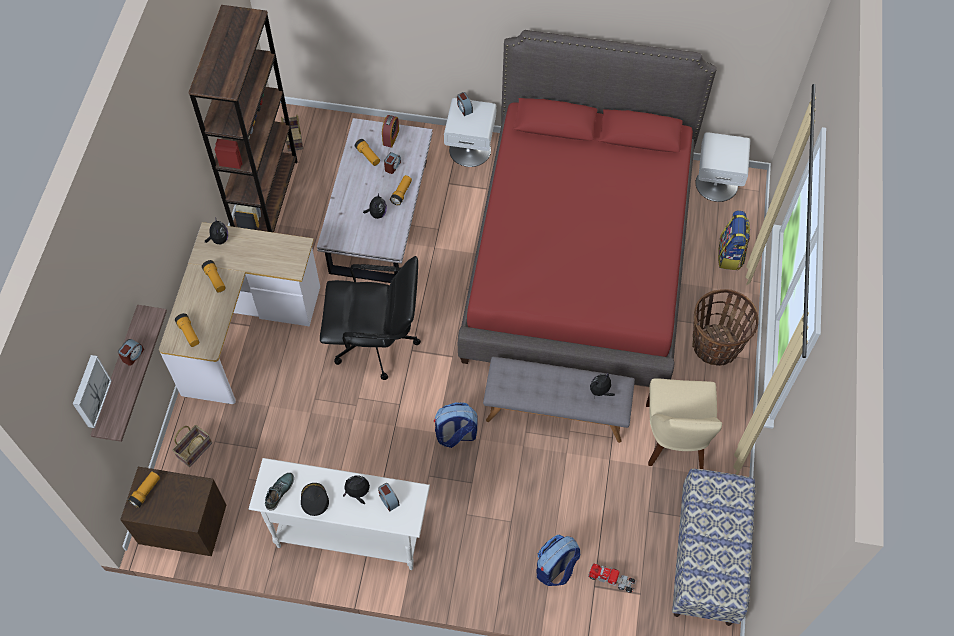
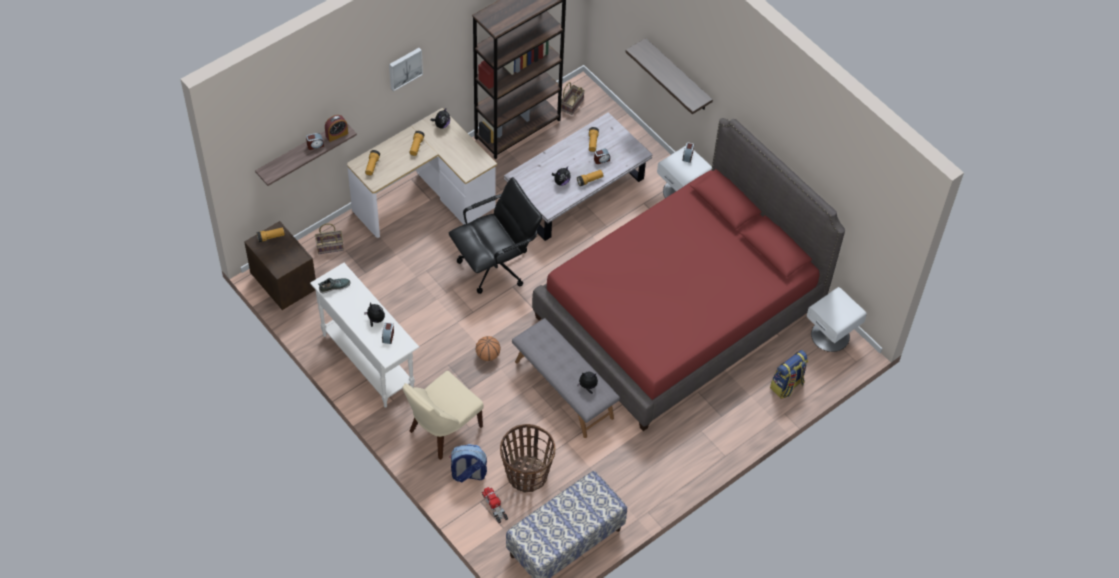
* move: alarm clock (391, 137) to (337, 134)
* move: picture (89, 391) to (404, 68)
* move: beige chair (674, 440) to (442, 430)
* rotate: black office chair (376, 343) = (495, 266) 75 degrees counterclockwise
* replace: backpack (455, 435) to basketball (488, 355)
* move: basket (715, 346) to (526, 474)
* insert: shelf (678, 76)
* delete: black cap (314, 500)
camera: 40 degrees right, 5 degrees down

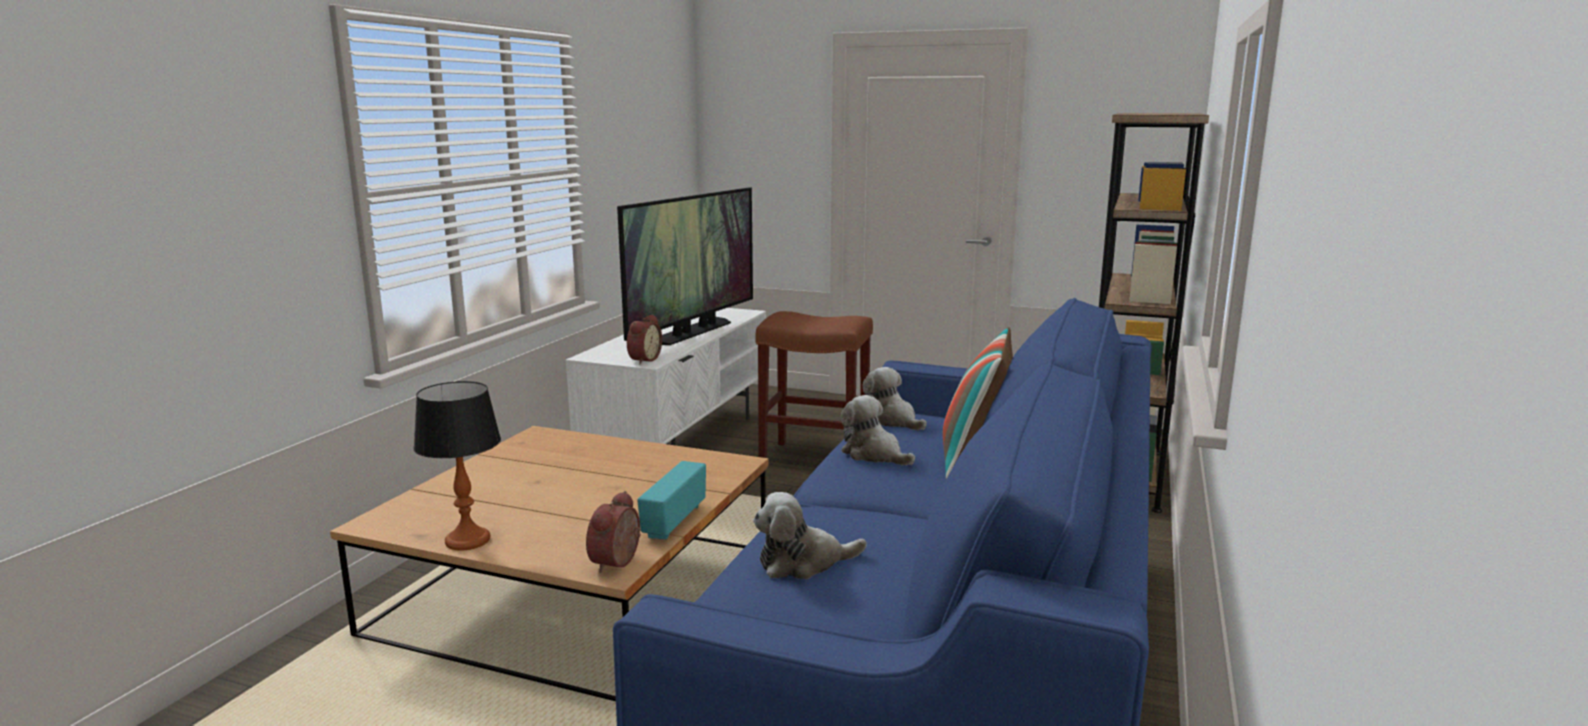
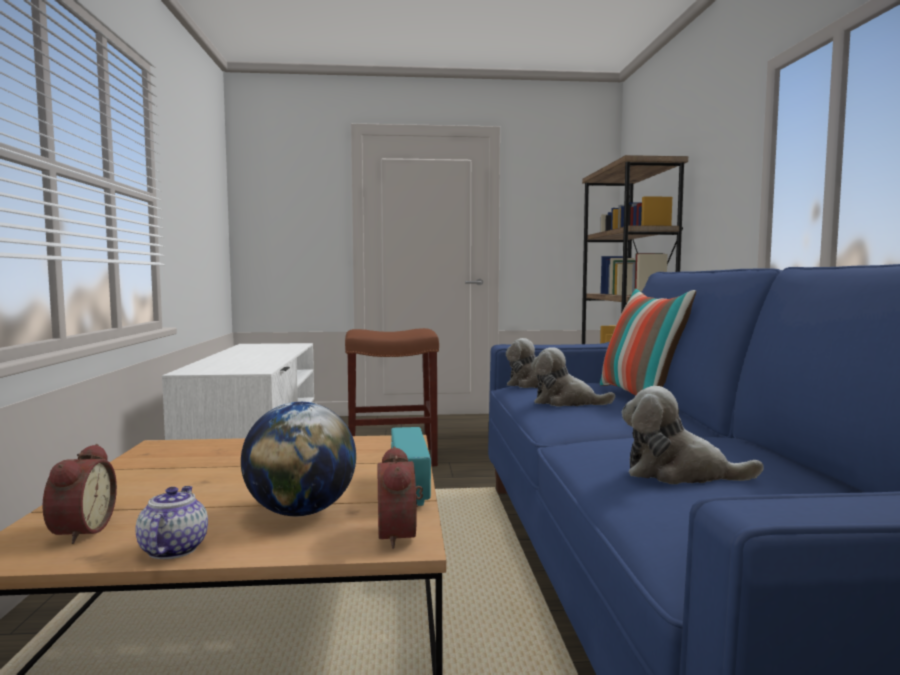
* move: alarm clock (643, 360) to (78, 531)
* replace: table lamp (468, 540) to teapot (173, 549)
* insert: globe (301, 512)
* rotate: plush toy (803, 563) = (678, 473) 60 degrees clockwise
* delete: television (692, 332)
camera: 25 degrees left, 10 degrees down

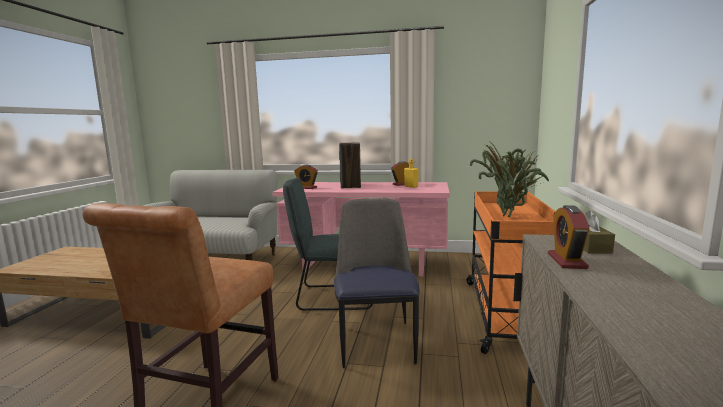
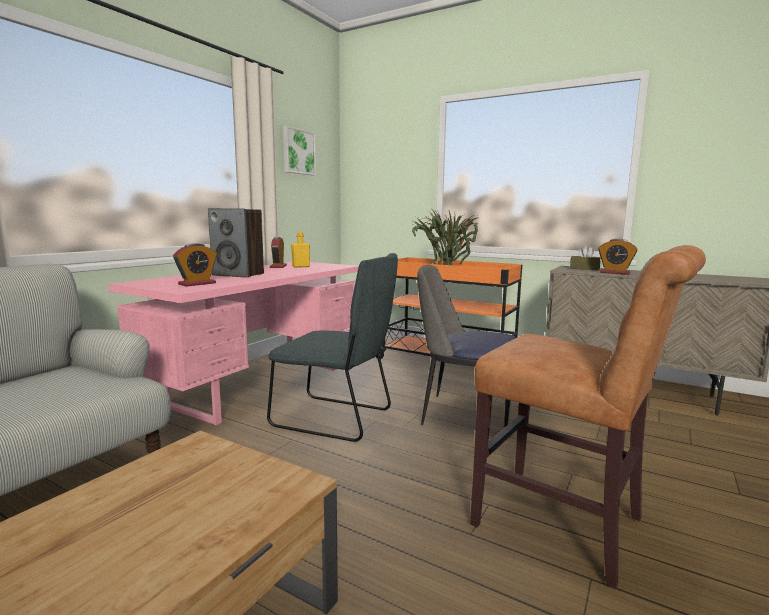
* rotate: grey chair (331, 297) = (337, 419) 90 degrees counterclockwise
* insert: picture (298, 152)
camera: 70 degrees left, 0 degrees up

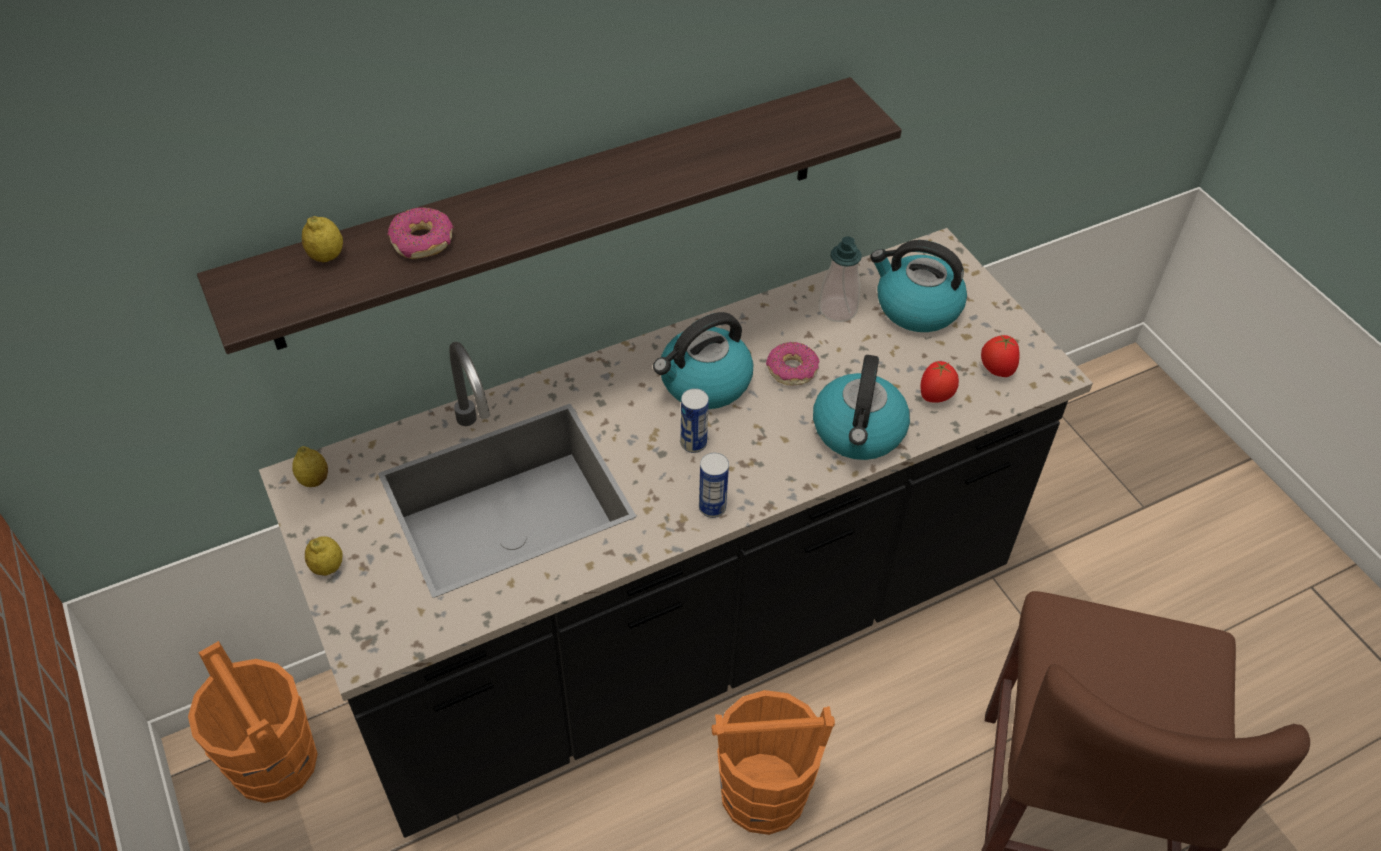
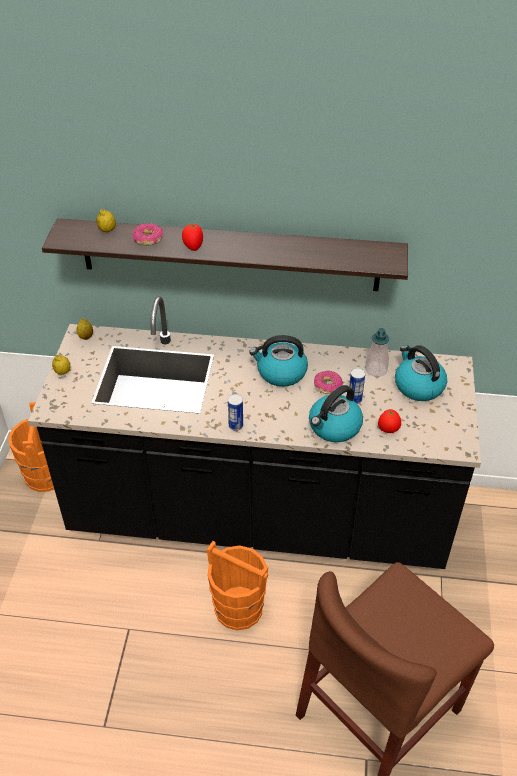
* move: tomato (996, 370) to (193, 247)
* move: can (693, 443) to (354, 399)
camera: 35 degrees right, 5 degrees down

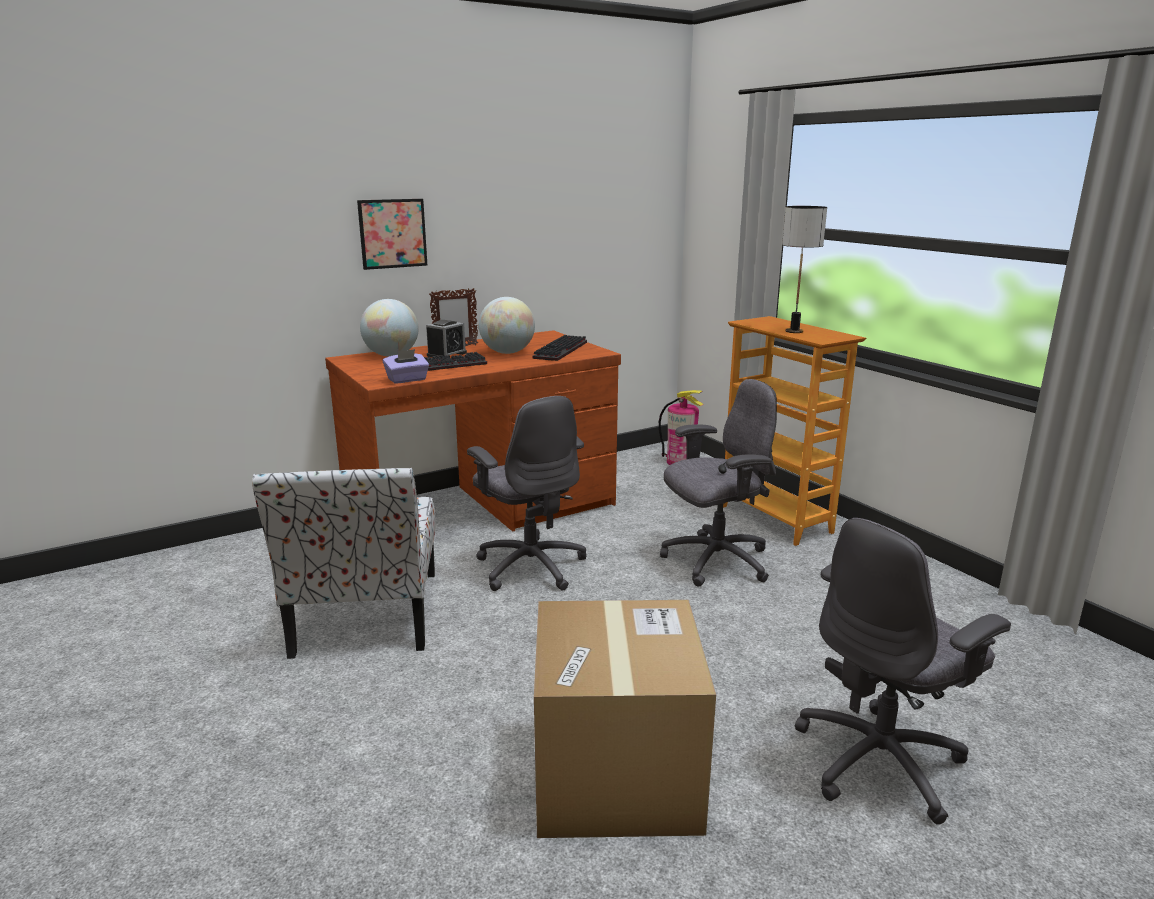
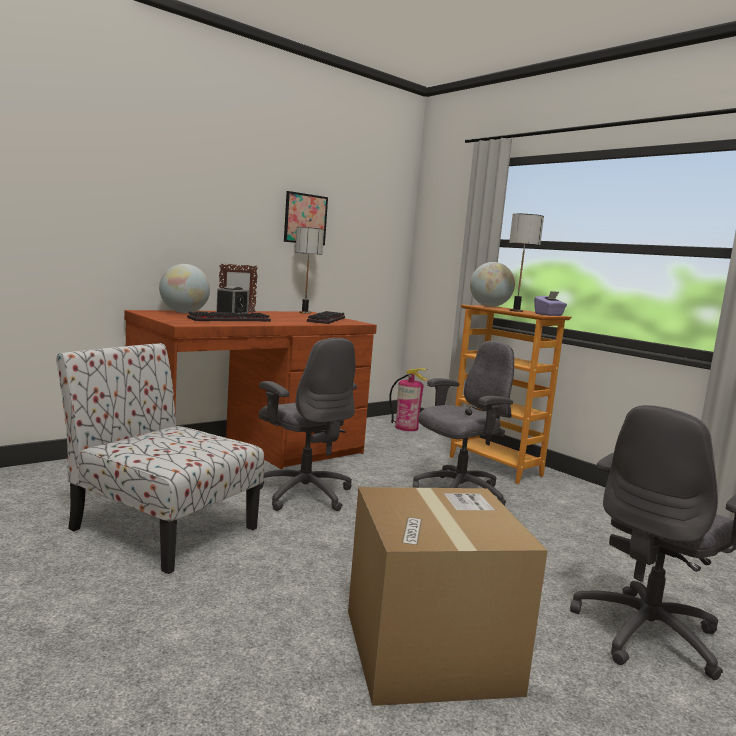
* rotate: chair (366, 615) = (161, 527) 135 degrees clockwise
* move: picture (392, 233) to (305, 219)
* insert: table lamp (305, 312)
* move: globe (507, 352) to (489, 306)
* move: purple tissue box (407, 380) to (549, 315)
camera: 10 degrees left, 10 degrees down

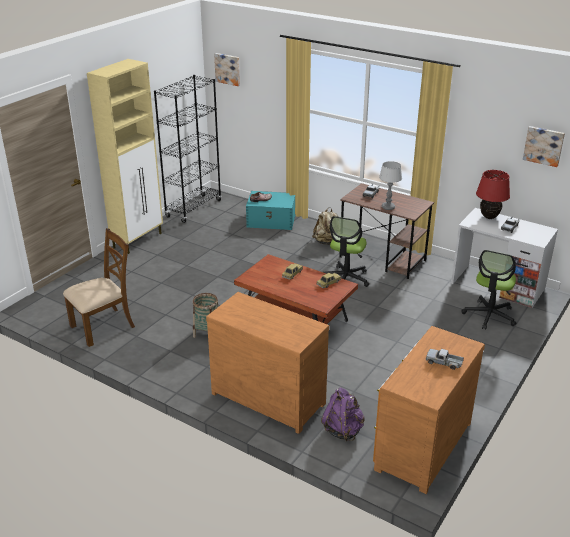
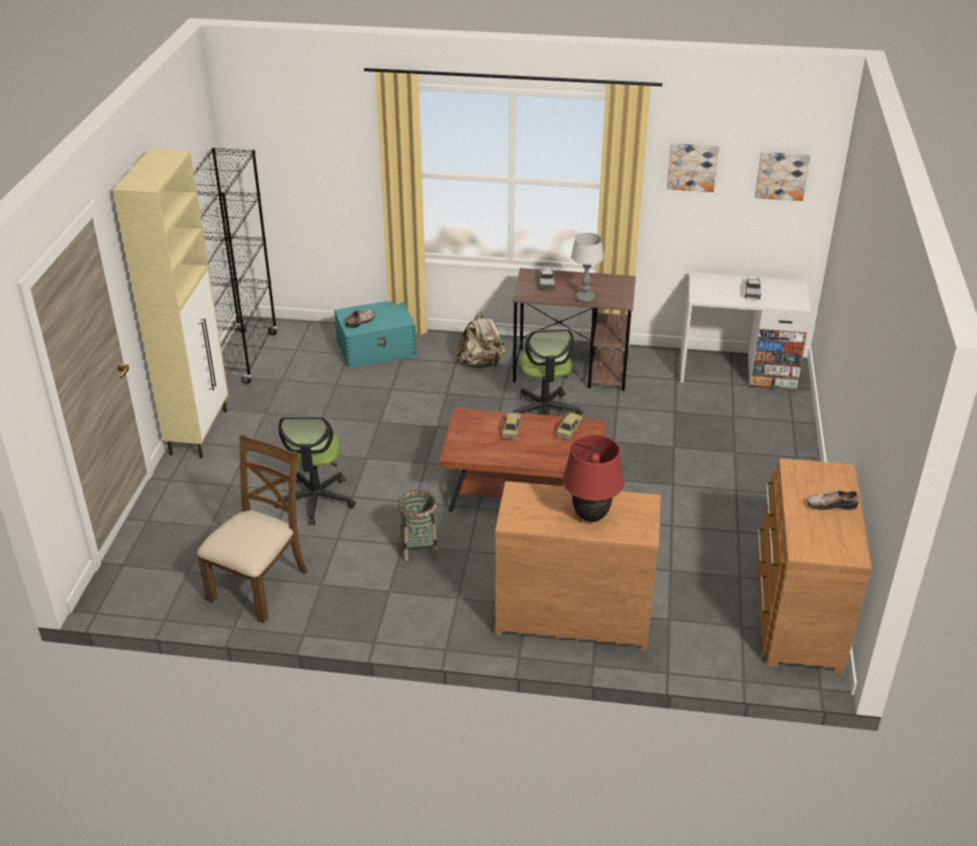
* move: office chair (489, 315) to (316, 500)
* move: red table lamp (489, 217) to (591, 517)
* move: picture (228, 69) to (692, 166)
* replace: toy truck (444, 362) to shoe (831, 504)
* delete: purple backpack (343, 430)
camera: 25 degrees left, 5 degrees up

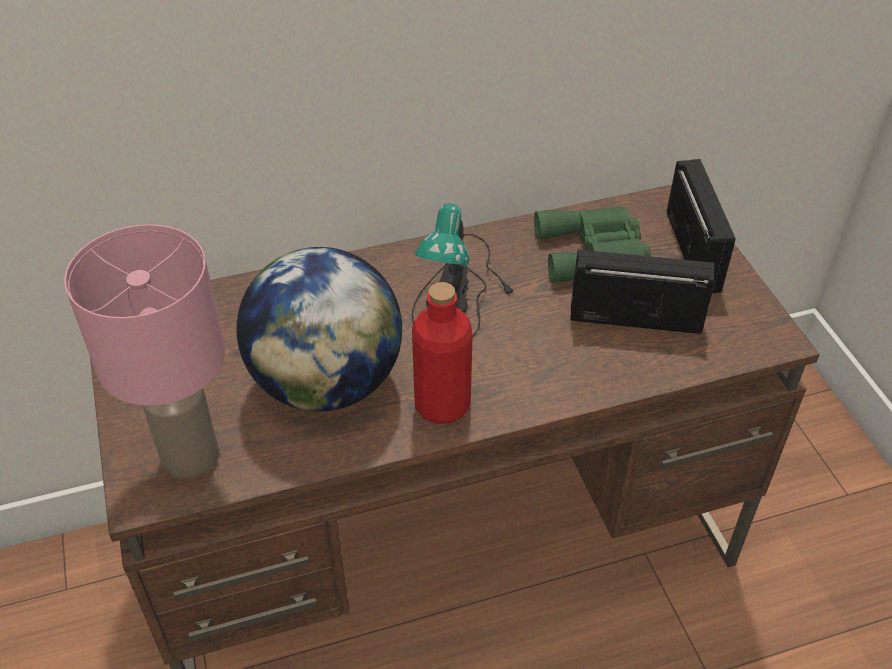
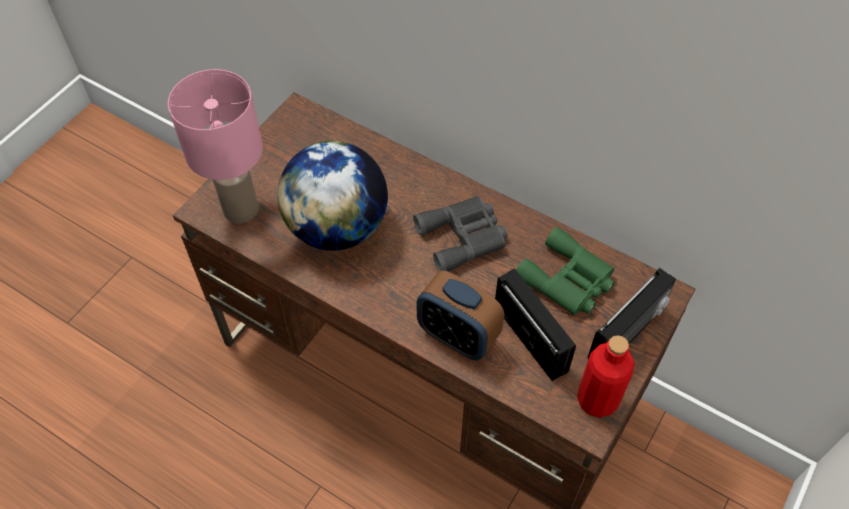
* replace: table lamp (460, 290) to grey binoculars (464, 237)
* insert: alarm clock (457, 336)
* move: red bottle (442, 405) to (597, 399)
camera: 50 degrees right, 10 degrees up

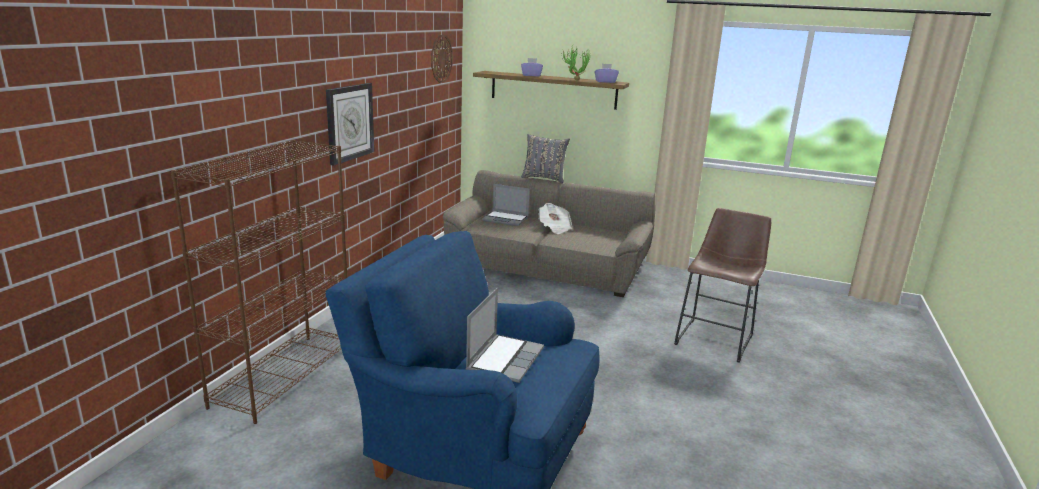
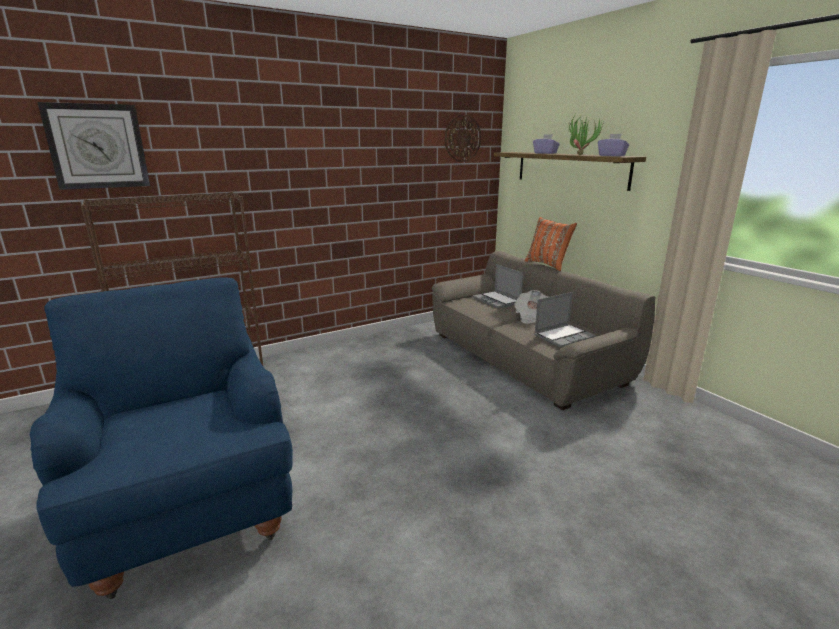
* move: wall clock (349, 122) to (97, 146)
* recolor: grey pillow (544, 178) to orange pillow (548, 265)
* move: laptop (504, 359) to (564, 336)
* delete: brown stool (716, 338)
camera: 40 degrees right, 0 degrees up

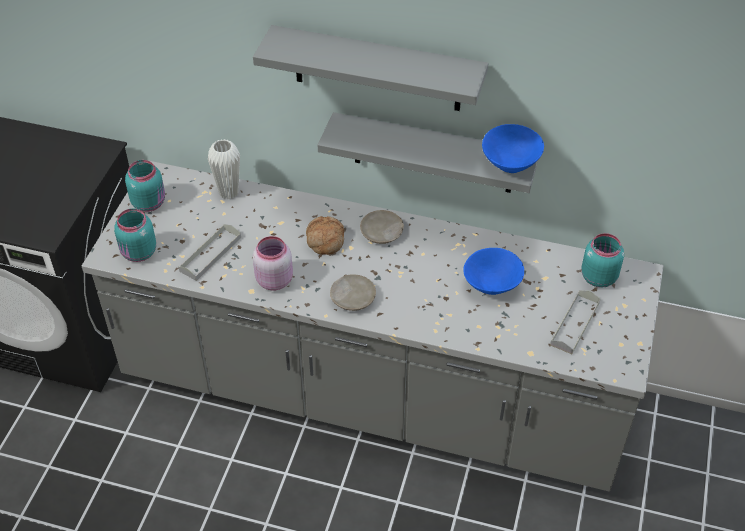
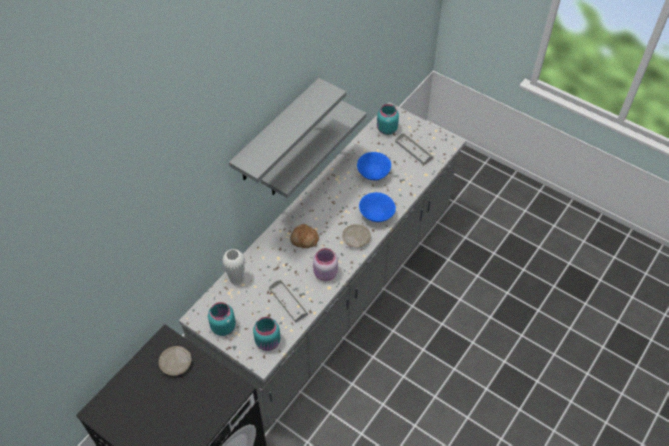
* move: beige plate (381, 233) to (176, 363)
* move: blue bowl (510, 165) to (376, 215)
camera: 70 degrees left, 5 degrees up

